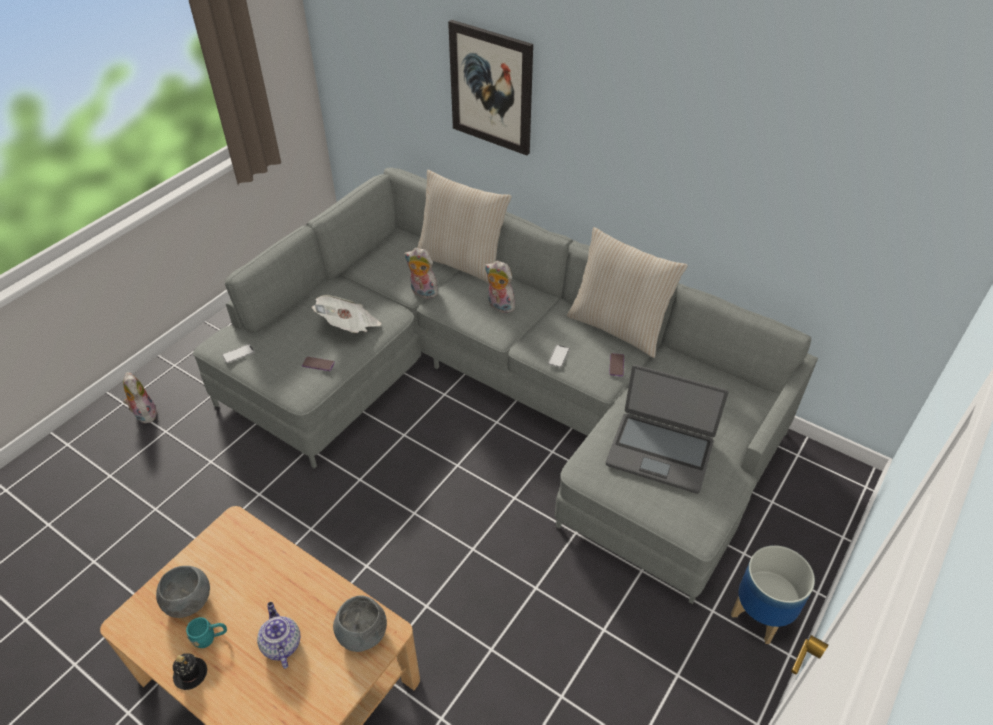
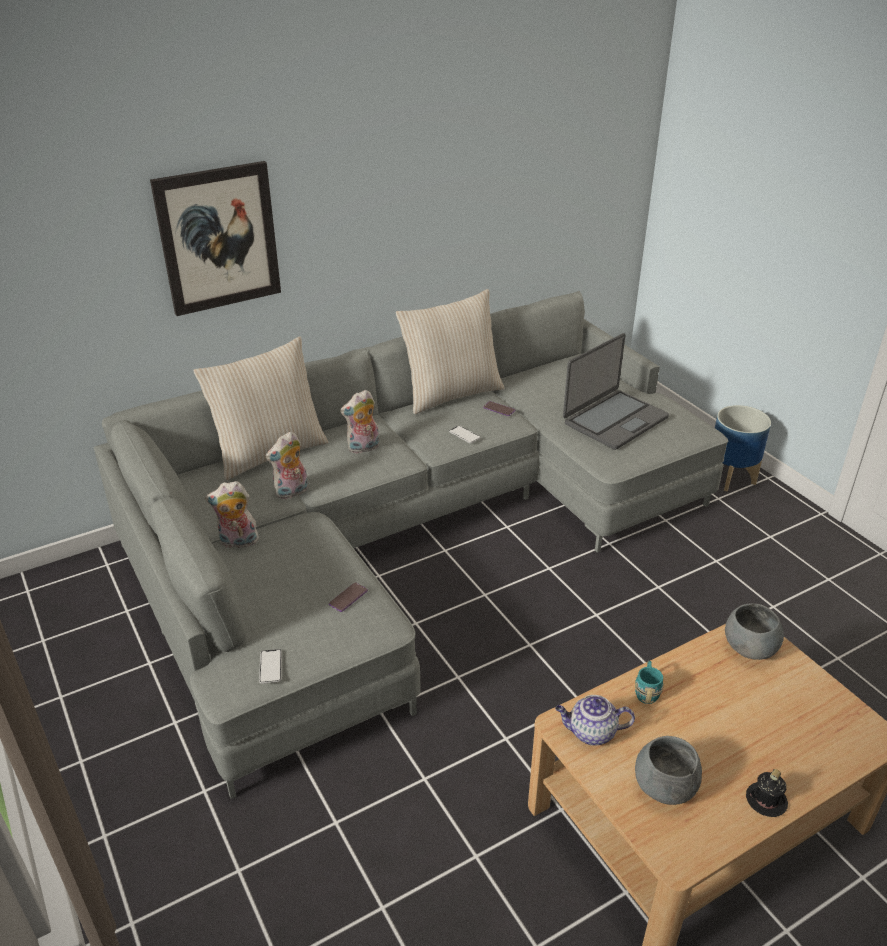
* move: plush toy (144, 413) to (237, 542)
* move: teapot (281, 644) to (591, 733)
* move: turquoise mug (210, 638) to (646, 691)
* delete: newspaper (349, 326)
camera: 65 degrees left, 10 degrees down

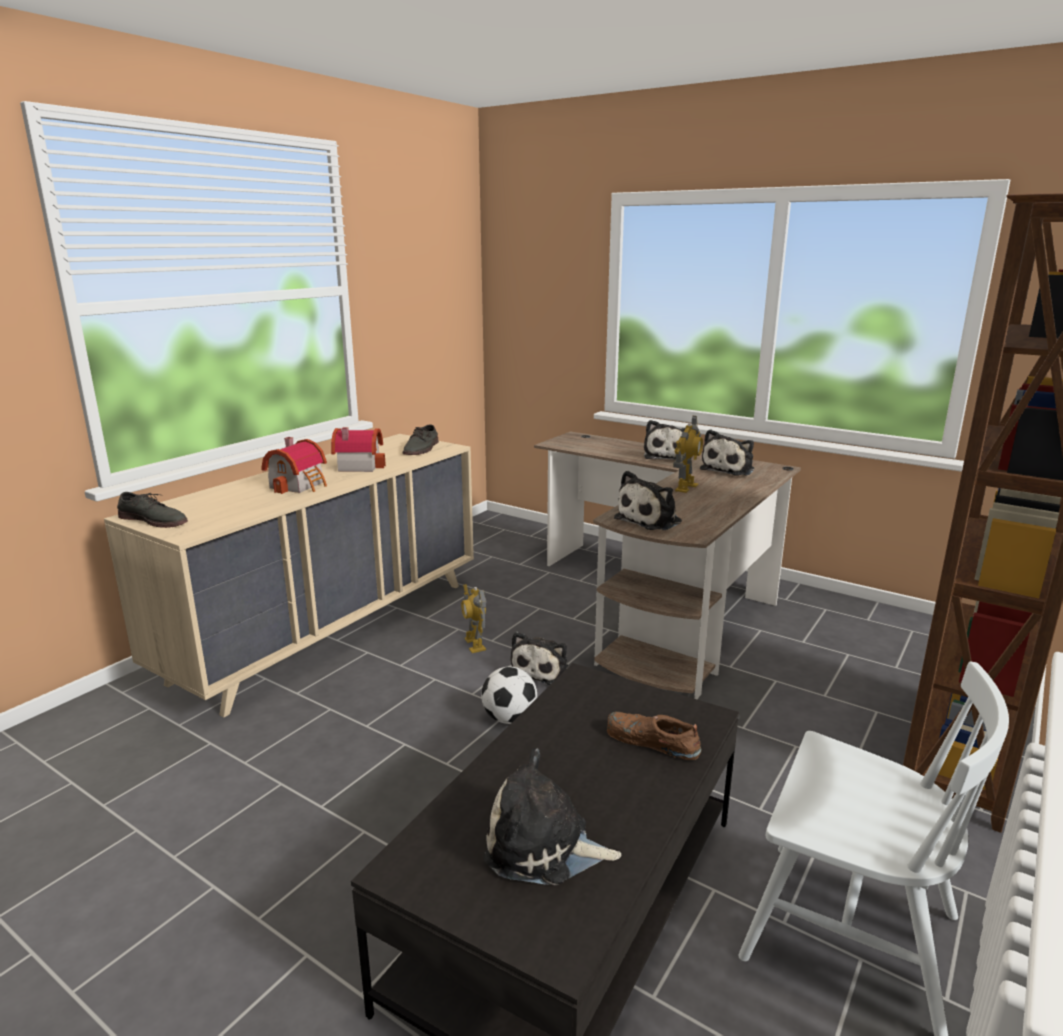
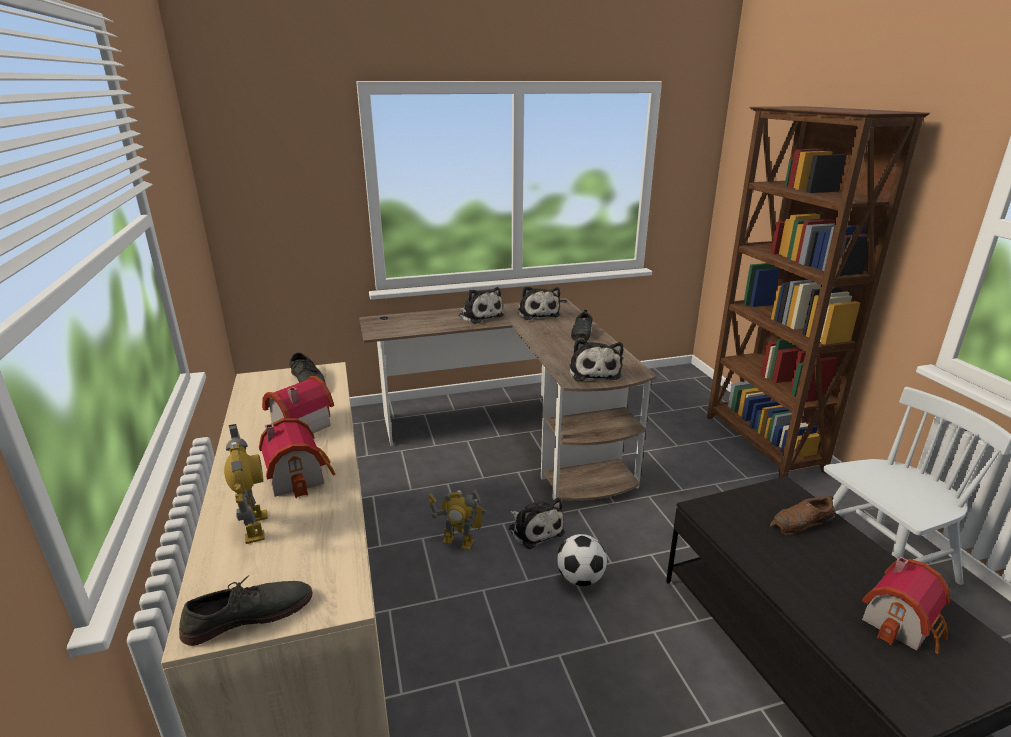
* move: toy robot (685, 487) to (254, 527)
* insert: black shoe (582, 333)
* replace: plush toy (543, 847) to toy house (903, 623)
camera: 50 degrees left, 5 degrees up

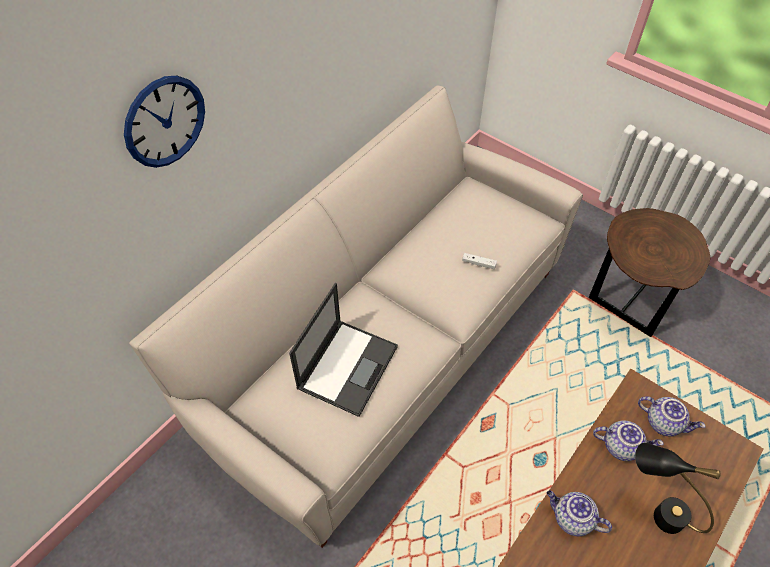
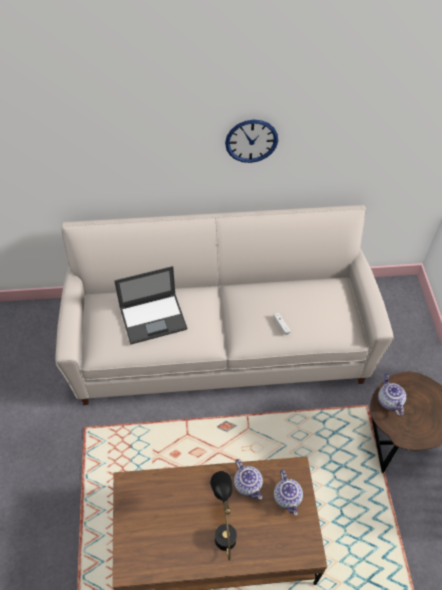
* move: wall clock (165, 121) to (251, 141)
* move: teapot (571, 519) to (389, 401)
camera: 45 degrees right, 0 degrees up

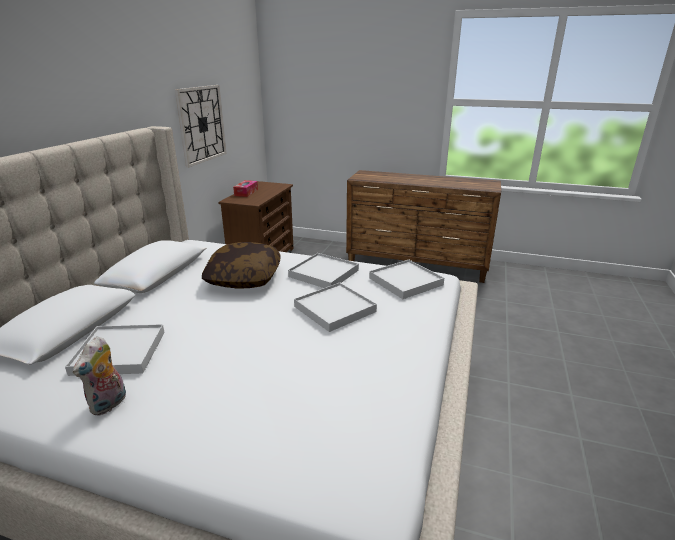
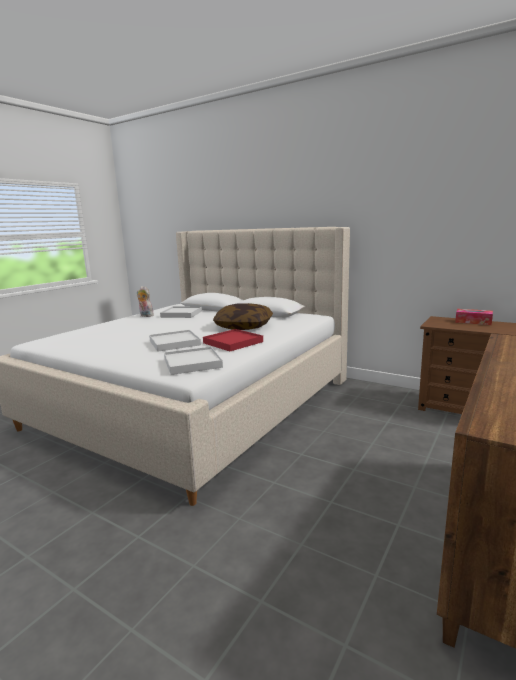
* recolor: white tray (324, 273) to red tray (233, 342)
* delete: wall clock (201, 124)
camera: 105 degrees right, 10 degrees down

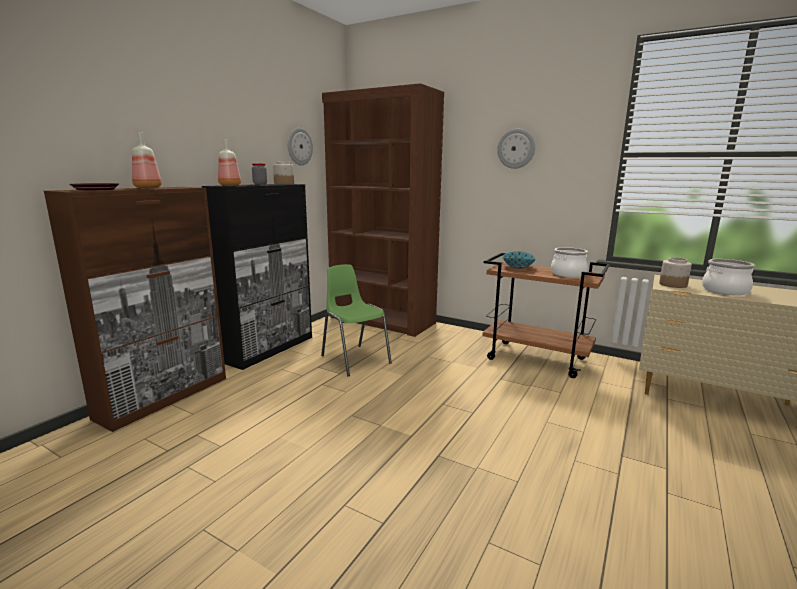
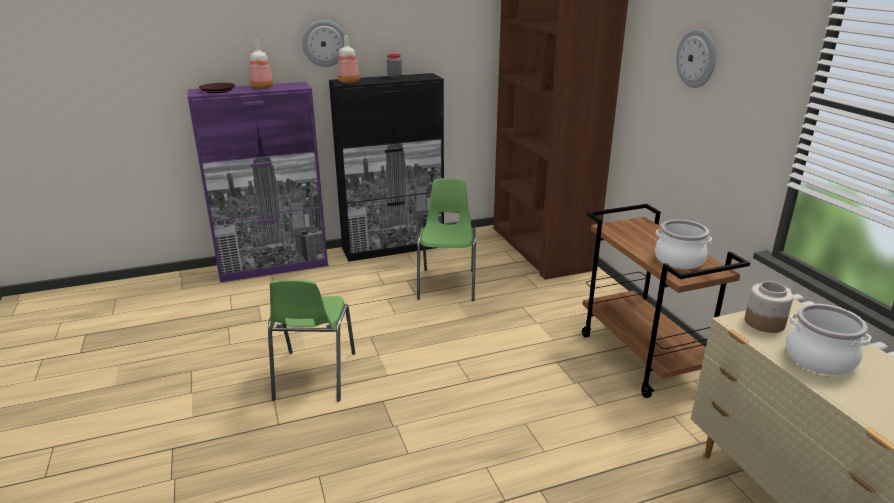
* recolor: brown cabinet (165, 397) to purple cabinet (274, 266)
* insert: green chair (313, 376)
* move: wall clock (299, 146) to (324, 43)
* delete: jar (284, 183)
* delete: bowl (518, 267)
camera: 40 degrees right, 10 degrees up

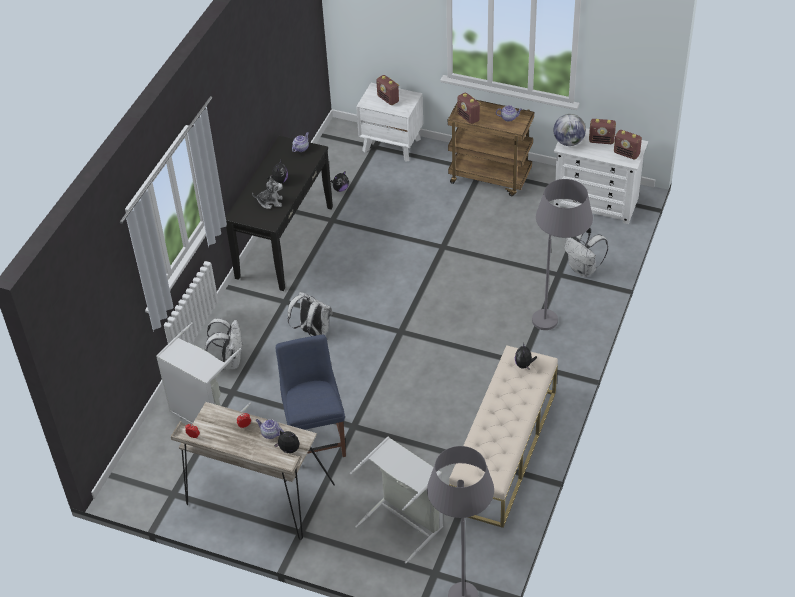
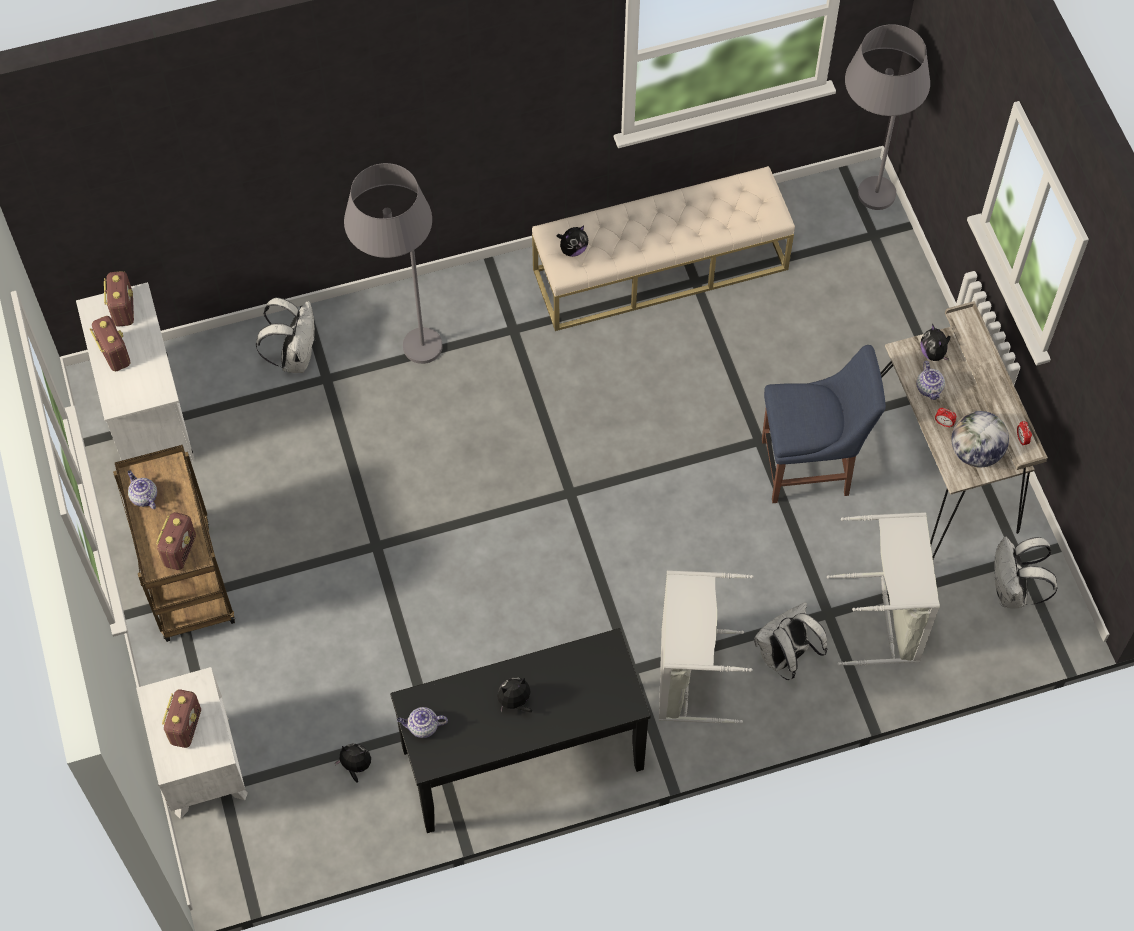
* move: grey laundry basket (404, 521) to (687, 675)
* rotate: blue chair (316, 438) = (810, 467) 135 degrees counterclockwise
* move: globe (568, 142) to (975, 452)
* move: white backpack (312, 331) to (1012, 592)
* delete: plush toy (270, 202)
camera: 130 degrees left, 15 degrees up

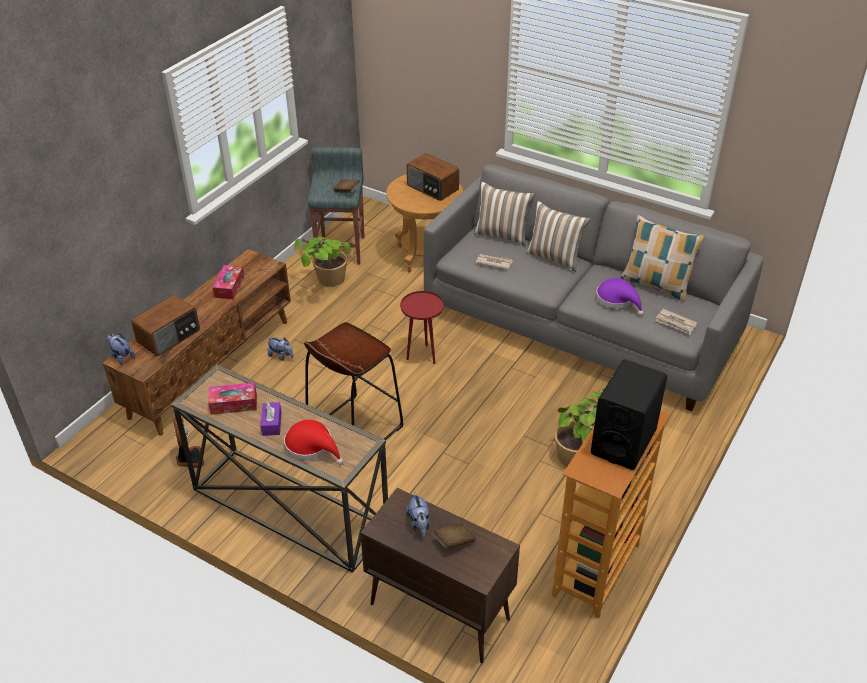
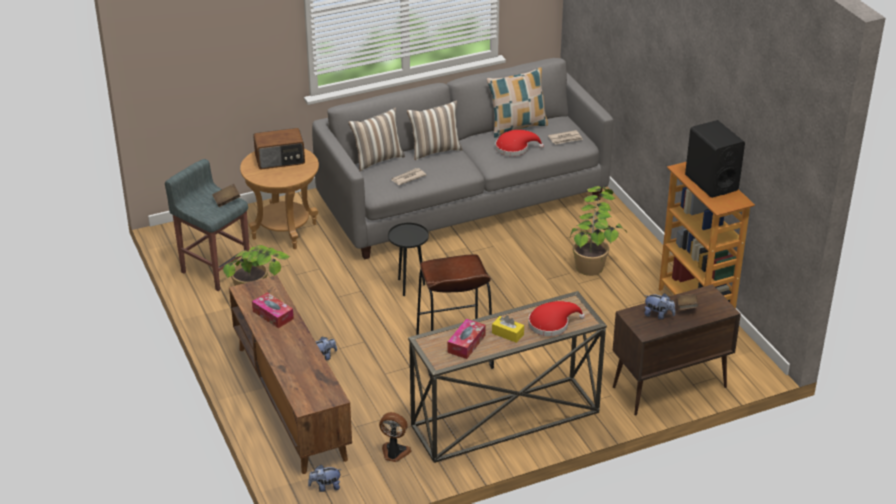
* move: plush toy (121, 356) to (325, 487)
* recolor: red side table (422, 356) to black side table (409, 286)
* recolor: purple tissue box (272, 423) to yellow tissue box (507, 334)
* recolor: purple hat (617, 300) to red hat (515, 148)
* delete: radio (169, 337)
camera: 55 degrees left, 5 degrees down

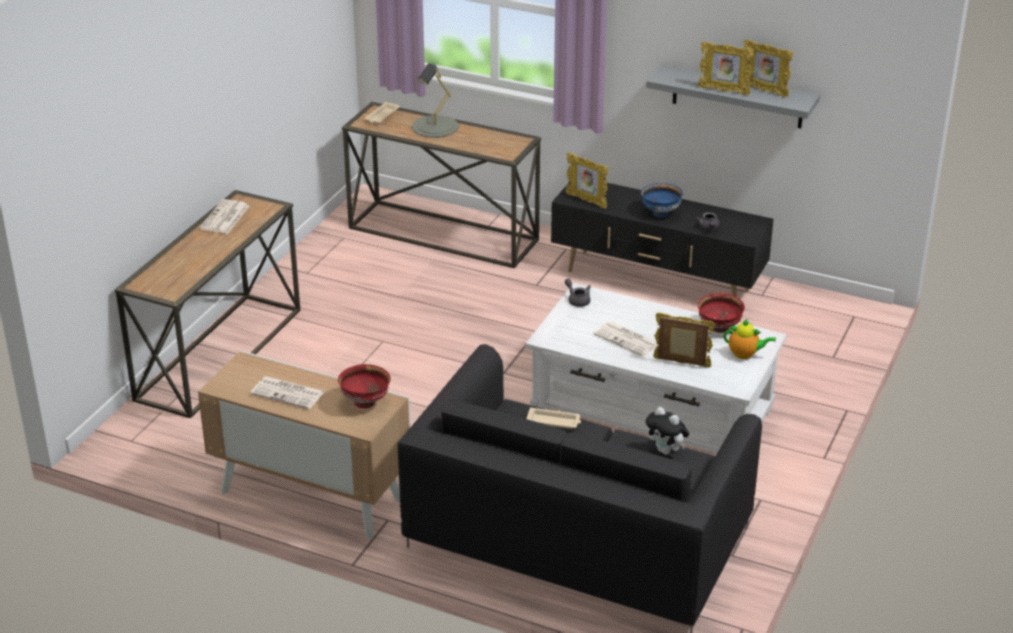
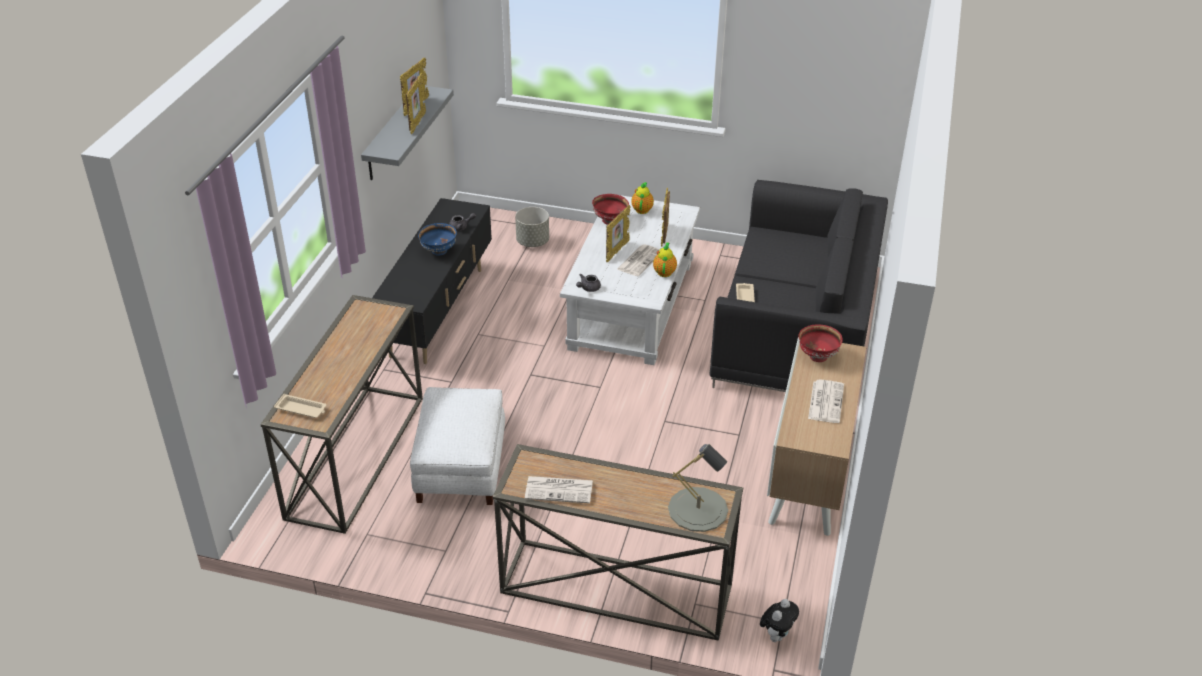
* insert: white ottoman (461, 468)
* insert: grey planter (532, 242)
* move: picture frame (586, 201) to (617, 251)
* insert: teapot (664, 271)
* move: grey table lamp (435, 127) to (698, 509)
* move: plush toy (666, 451) to (776, 635)
camera: 100 degrees left, 5 degrees up

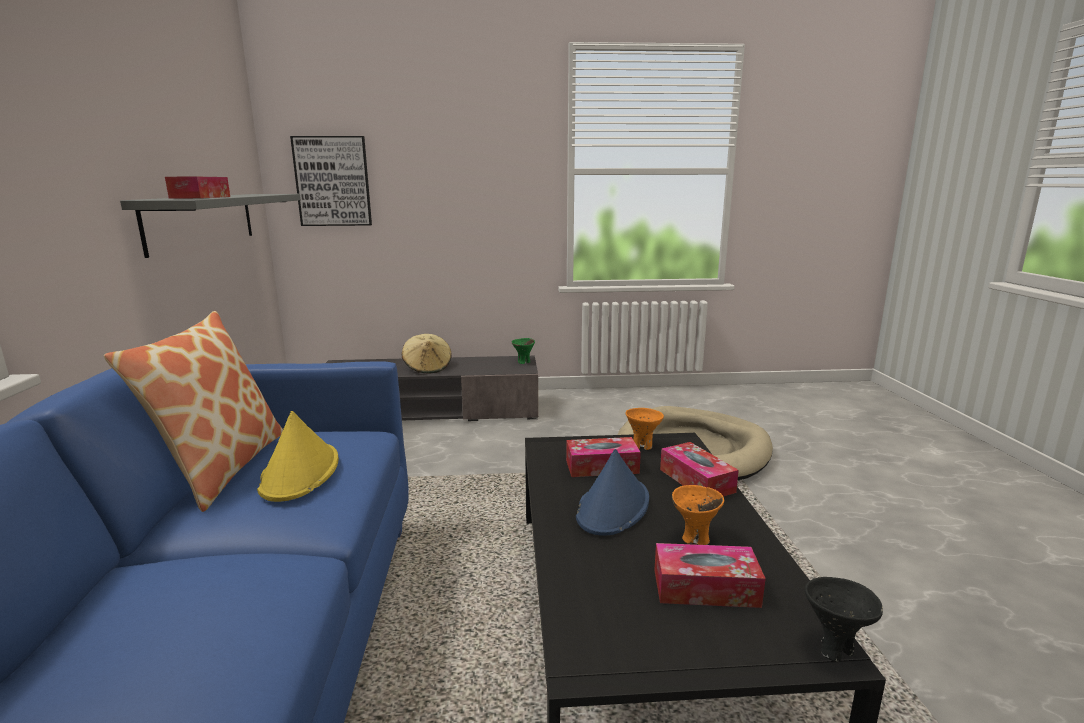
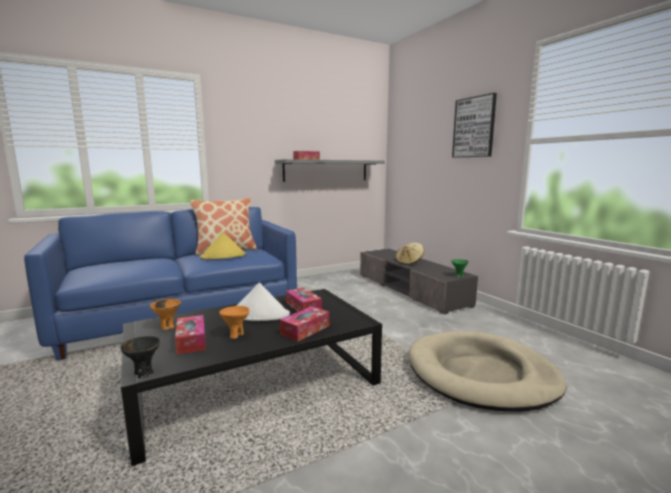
* move: orange bowl (642, 446) to (167, 327)
* recolor: blue hat (613, 507) to white hat (259, 315)
* move: picture (333, 181) to (474, 127)
camera: 65 degrees right, 5 degrees down

